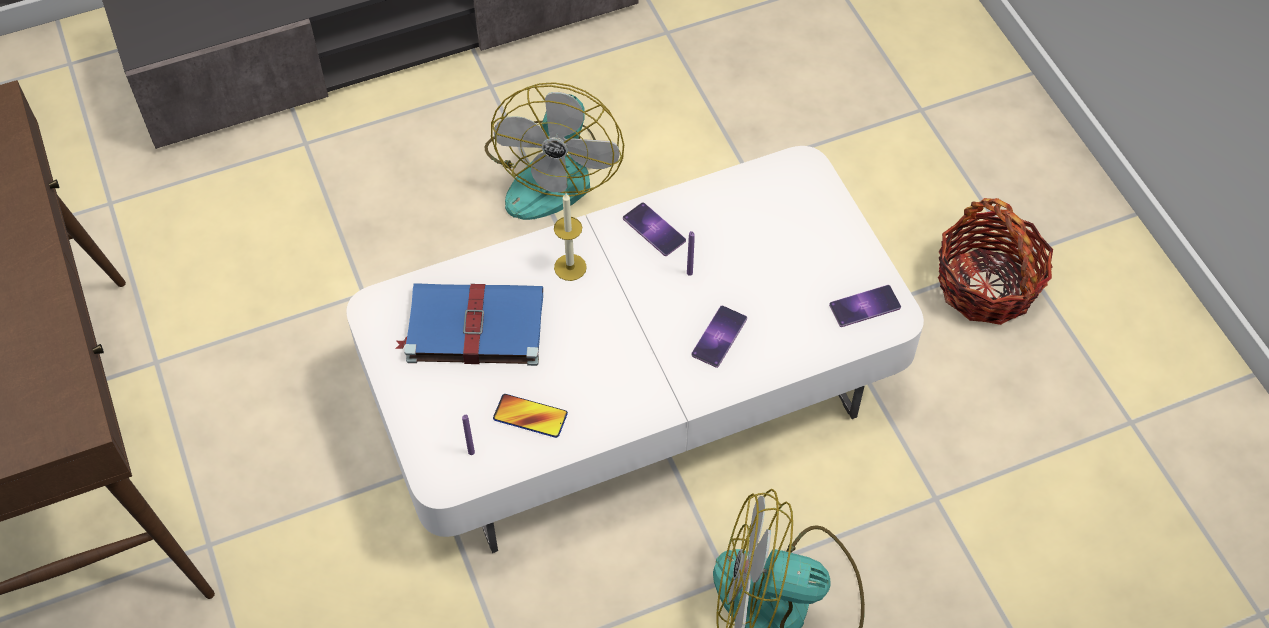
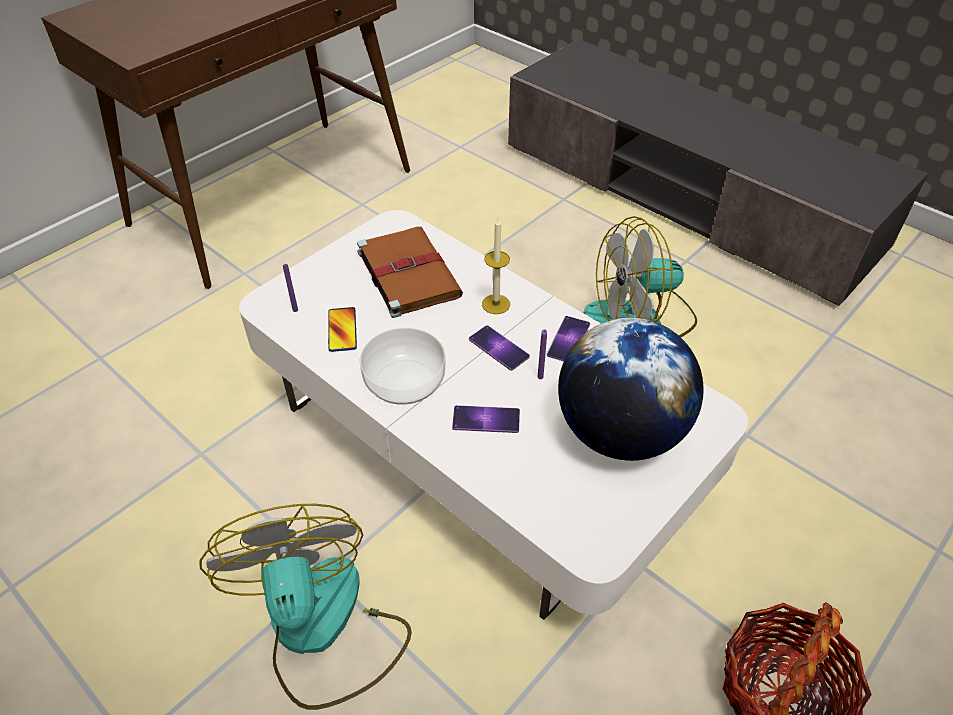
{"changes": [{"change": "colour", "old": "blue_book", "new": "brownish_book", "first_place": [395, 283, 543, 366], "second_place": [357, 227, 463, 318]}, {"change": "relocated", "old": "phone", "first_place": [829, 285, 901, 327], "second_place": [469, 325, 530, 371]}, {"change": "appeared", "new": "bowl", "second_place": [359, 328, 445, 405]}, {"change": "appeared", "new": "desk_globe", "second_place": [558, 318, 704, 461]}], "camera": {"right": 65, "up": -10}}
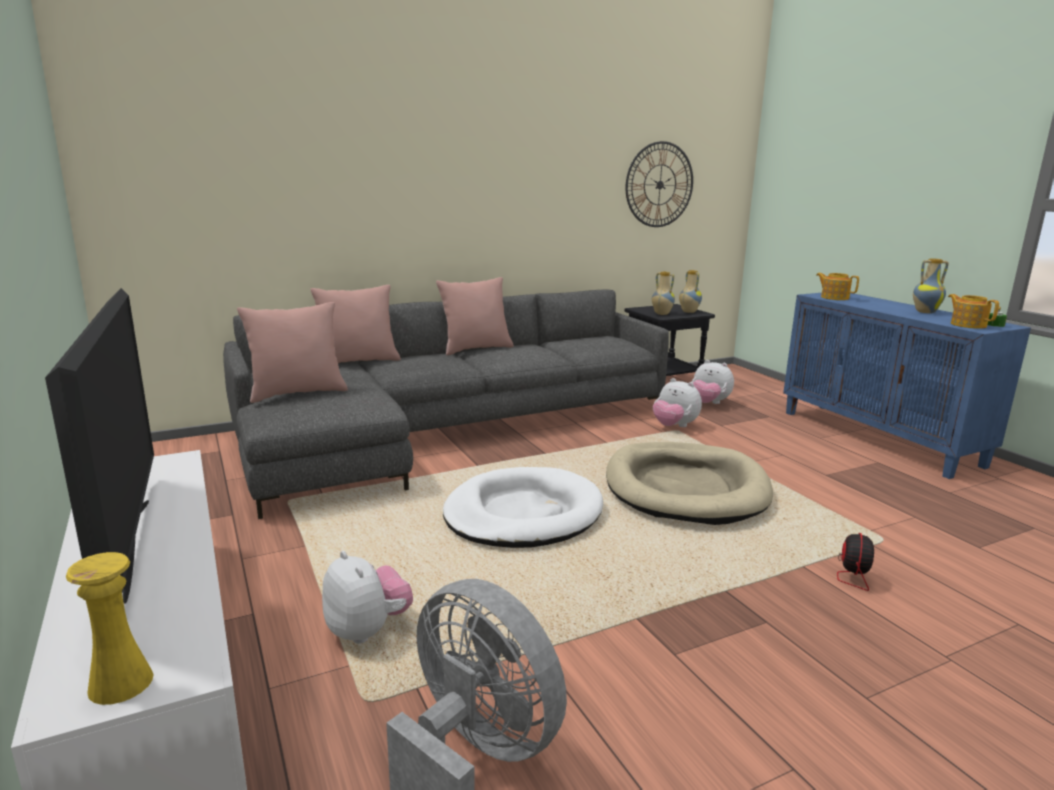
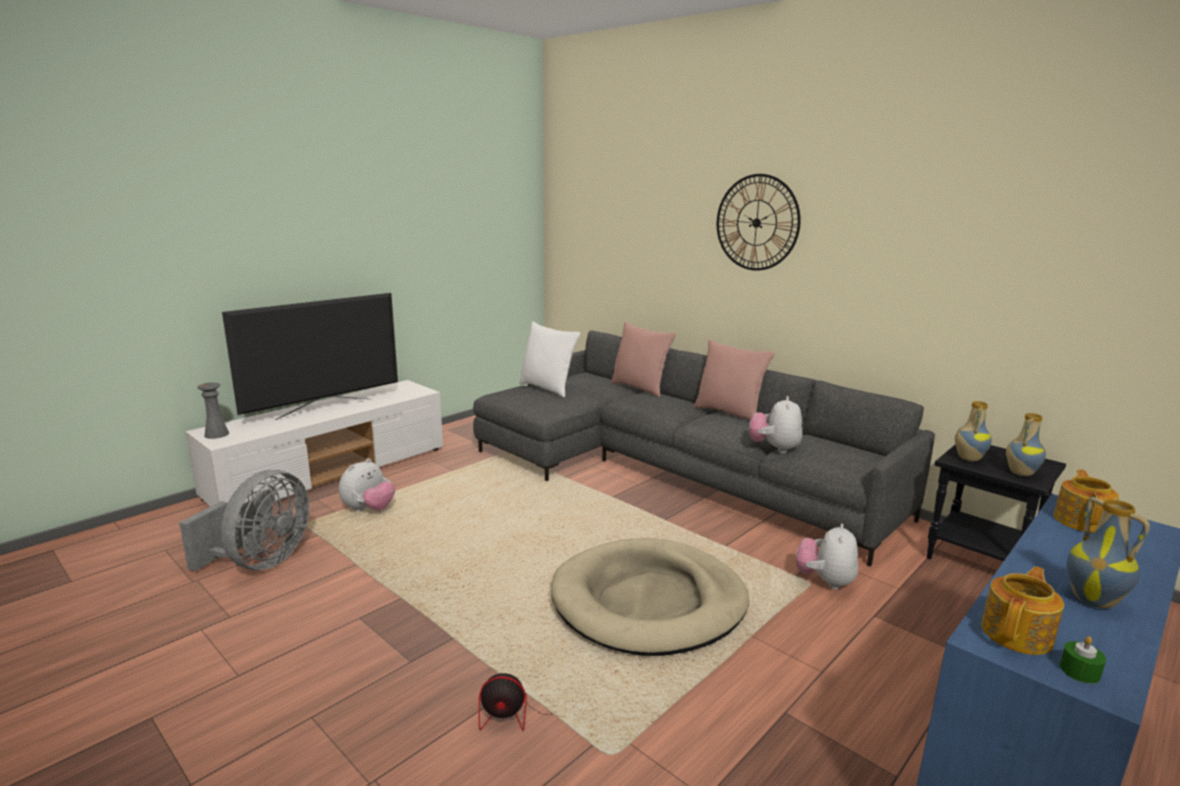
{"changes": [{"change": "colour", "old": "yellow_vase", "new": "grey_vase", "first_place": [66, 552, 153, 705], "second_place": [197, 382, 229, 439]}, {"change": "colour", "old": "pinkish_pillow", "new": "white_pillow", "first_place": [237, 302, 348, 403], "second_place": [519, 321, 581, 398]}, {"change": "missing", "old": "white_pet_bed", "first_place": [443, 467, 603, 548]}, {"change": "relocated", "old": "wall_clock", "first_place": [626, 141, 693, 227], "second_place": [717, 174, 801, 271]}, {"change": "relocated", "old": "soft_toy", "first_place": [692, 360, 734, 404], "second_place": [749, 396, 802, 453]}], "camera": {"right": 70, "up": 0}}
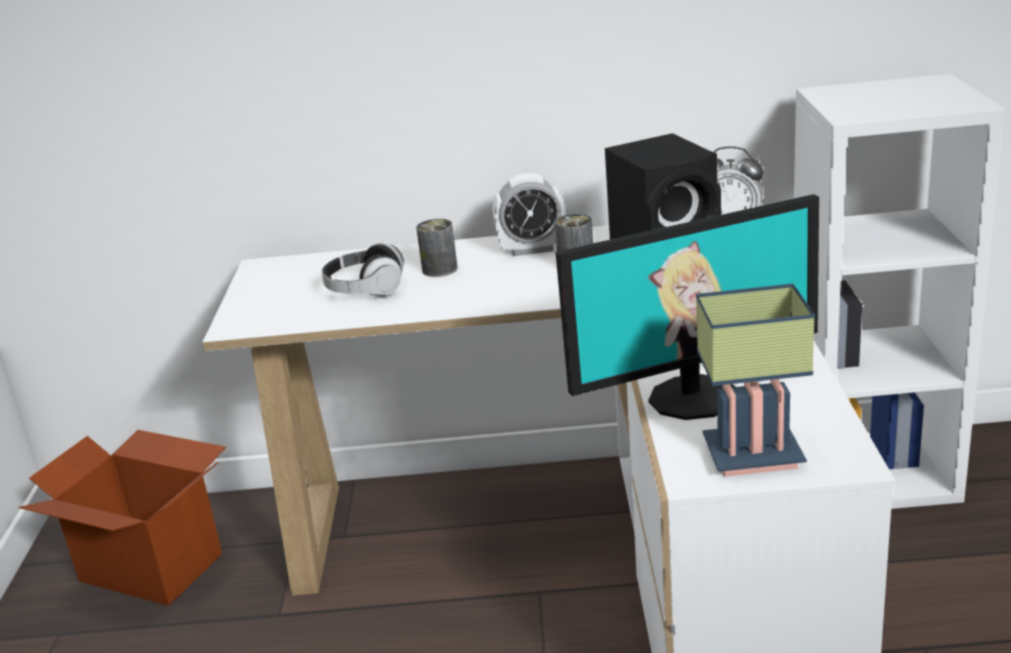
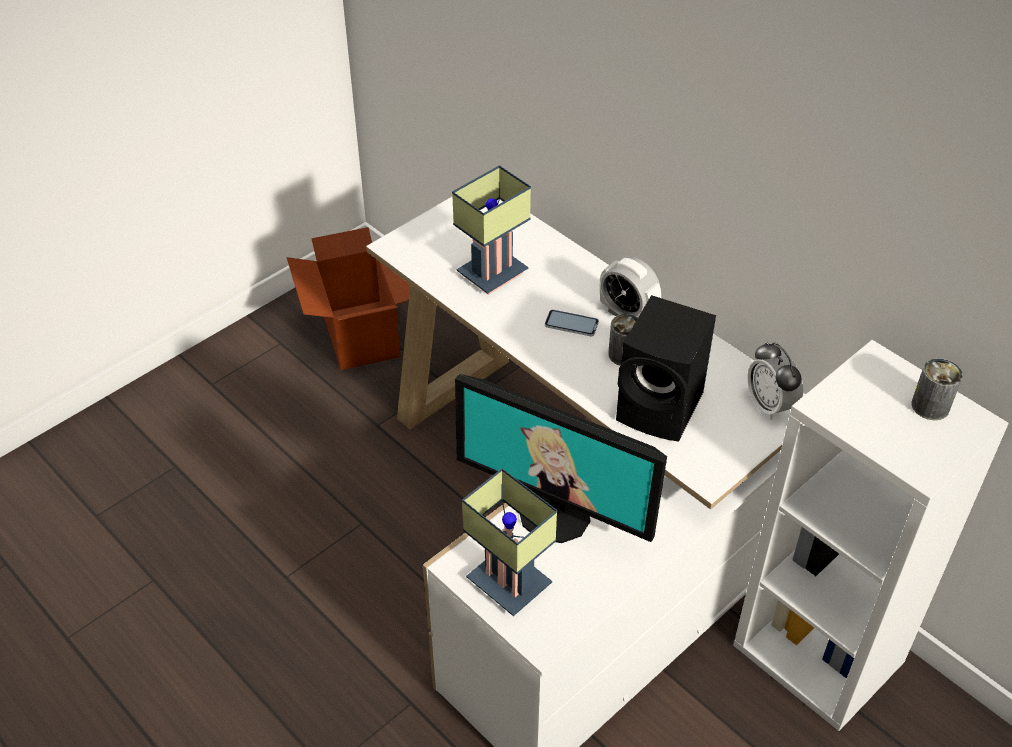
{"changes": [{"change": "exchanged", "old": "pair_of_headphones", "new": "table_lamp", "first_place": [321, 243, 405, 297], "second_place": [452, 165, 531, 295]}, {"change": "relocated", "old": "can", "first_place": [416, 219, 458, 277], "second_place": [911, 358, 963, 420]}, {"change": "appeared", "new": "phone", "second_place": [545, 310, 599, 336]}], "camera": {"right": 45, "up": 20}}
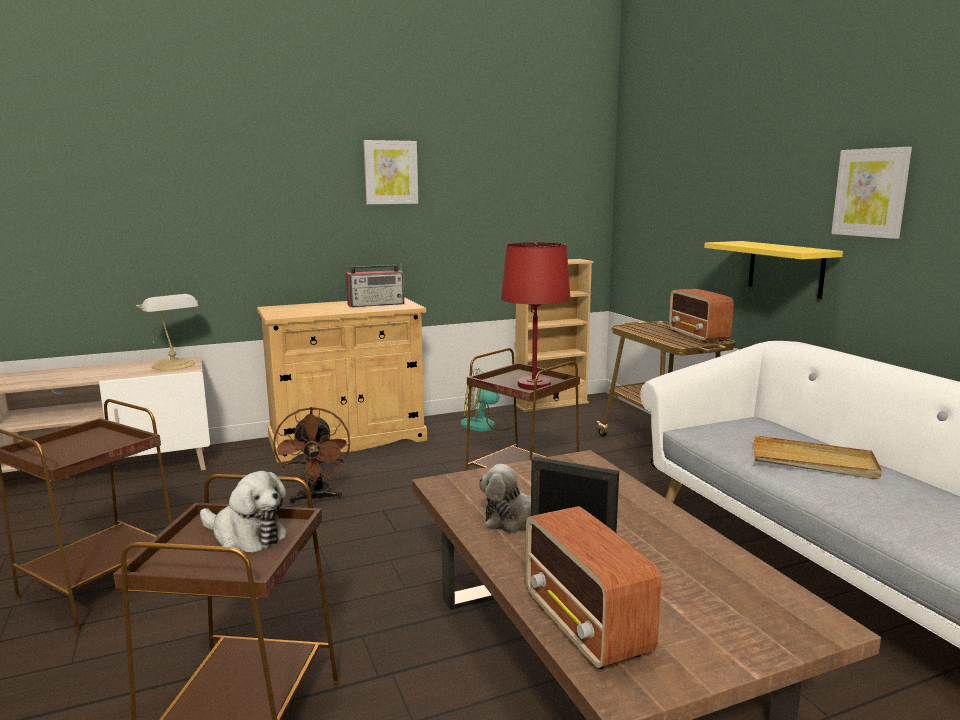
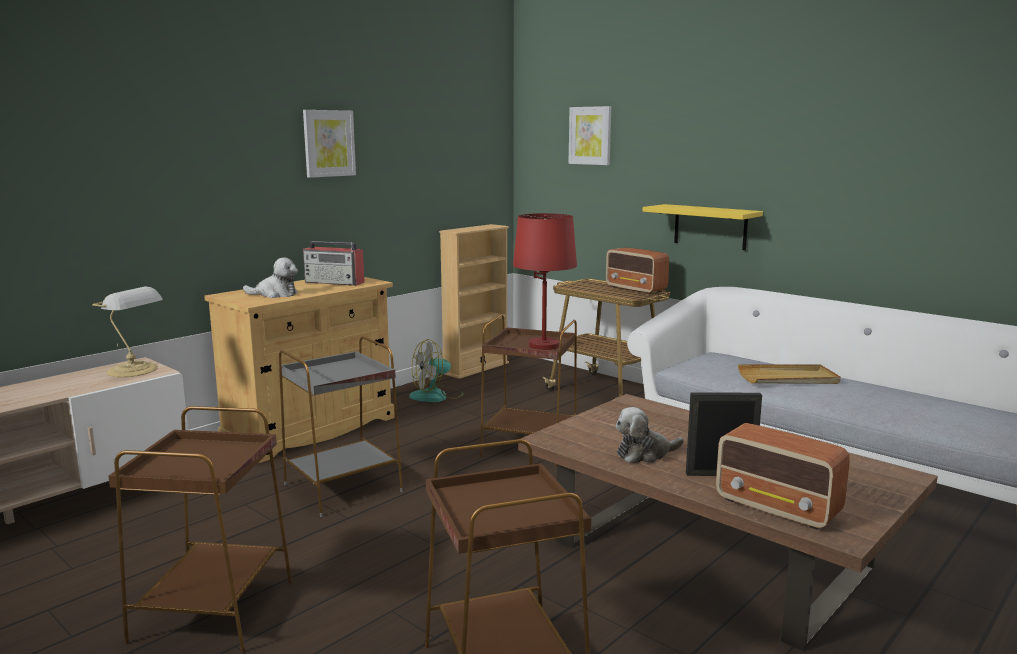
{"changes": [{"change": "relocated", "old": "soft_toy", "first_place": [200, 471, 288, 553], "second_place": [243, 257, 298, 298]}, {"change": "exchanged", "old": "brownish_fan", "new": "grey_side_table", "first_place": [273, 407, 350, 504], "second_place": [279, 336, 403, 517]}, {"change": "spun", "old": "radio_receiver", "first_place": [346, 263, 404, 307], "second_place": [303, 241, 365, 286], "degrees": 60}, {"change": "relocated", "old": "wall_picture", "first_place": [831, 147, 912, 239], "second_place": [569, 106, 611, 165]}], "camera": {"right": -25, "up": 0}}
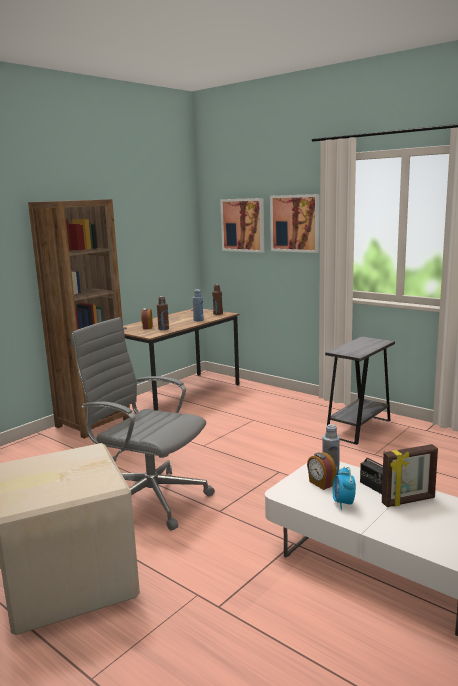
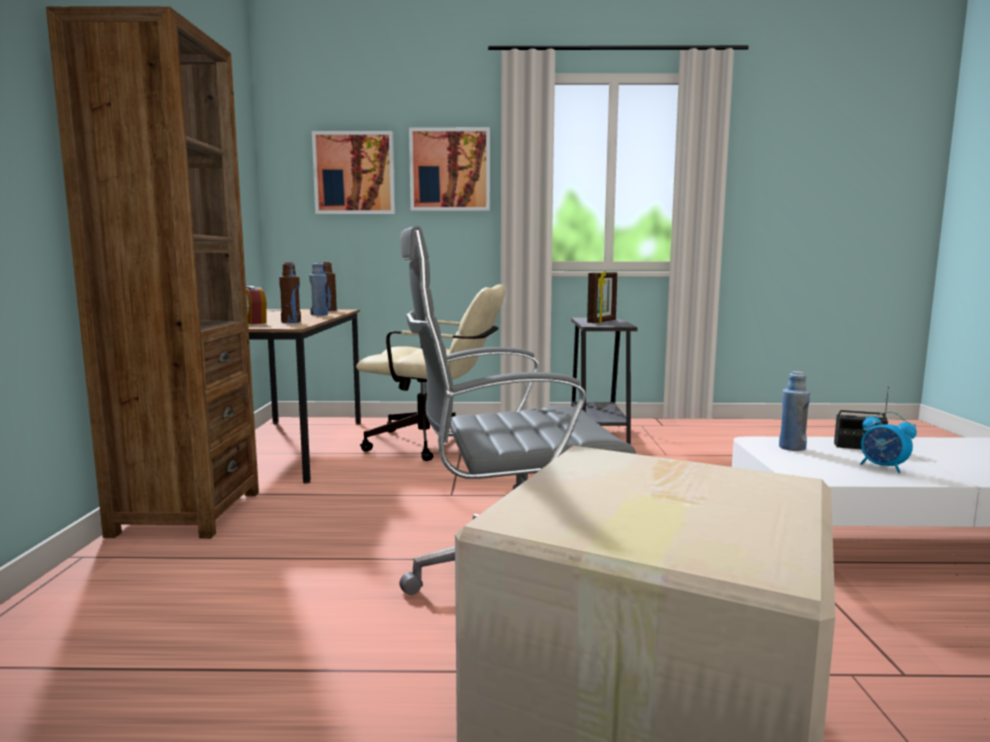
{"changes": [{"change": "missing", "old": "alarm_clock", "first_place": [307, 452, 336, 490]}, {"change": "relocated", "old": "photo_frame", "first_place": [382, 444, 438, 507], "second_place": [587, 271, 617, 323]}, {"change": "appeared", "new": "beige_office_chair", "second_place": [356, 284, 505, 461]}], "camera": {"right": -40, "up": -5}}
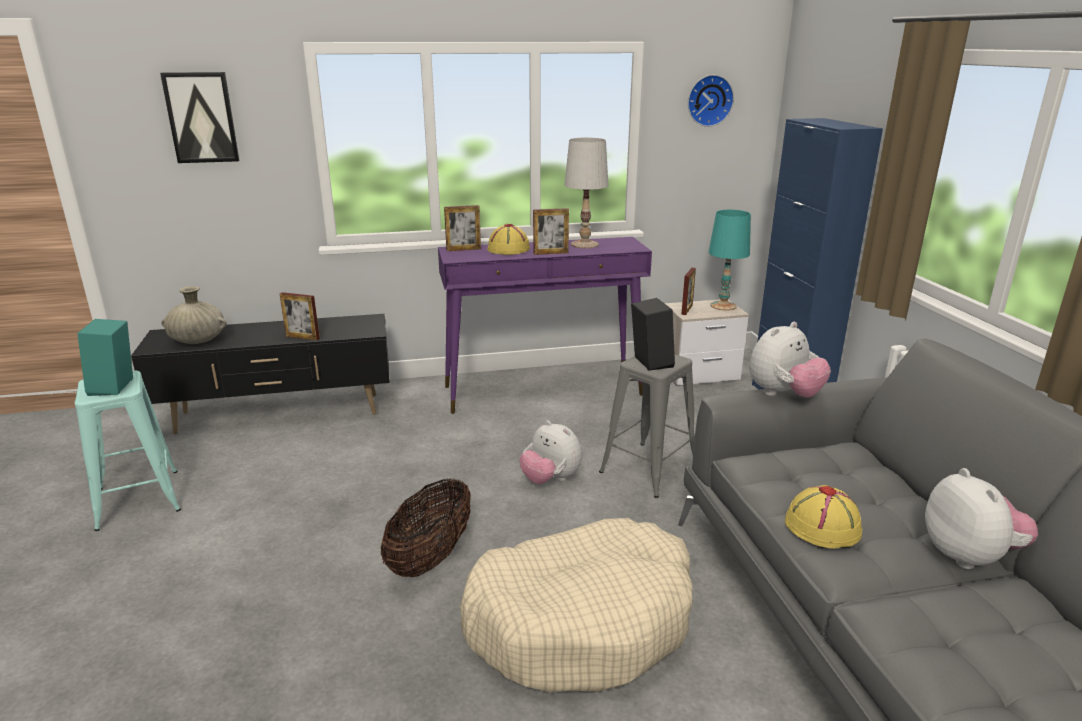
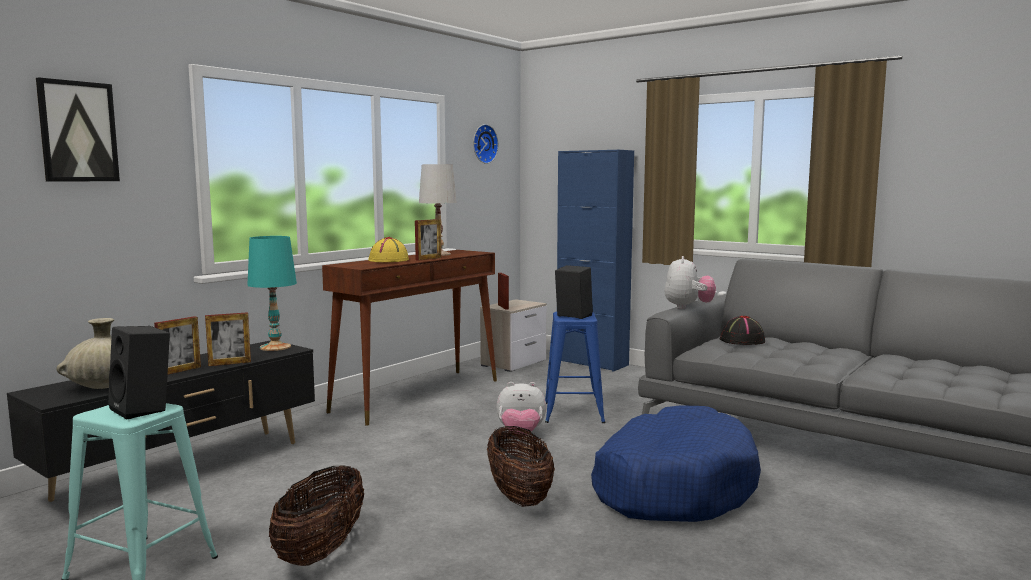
{"changes": [{"change": "colour", "old": "blue-green_speaker", "new": "blackish_speaker", "first_place": [77, 319, 133, 396], "second_place": [108, 326, 170, 419]}, {"change": "colour", "old": "purple_hall_table", "new": "brownish_hall_table", "first_place": [438, 237, 652, 414], "second_place": [322, 250, 497, 426]}, {"change": "relocated", "old": "photo_frame", "first_place": [444, 205, 481, 251], "second_place": [154, 316, 201, 374]}, {"change": "colour", "old": "beige_pet_bed", "new": "blue_pet_bed", "first_place": [460, 518, 693, 692], "second_place": [591, 405, 761, 522]}, {"change": "colour", "old": "grey_stool_seat", "new": "blue_stool_seat", "first_place": [599, 355, 695, 498], "second_place": [545, 312, 606, 423]}, {"change": "relocated", "old": "blue-green_table_lamp", "first_place": [709, 210, 751, 310], "second_place": [247, 236, 297, 351]}, {"change": "missing", "old": "yellow_hat", "first_place": [785, 485, 862, 548]}, {"change": "missing", "old": "soft_toy", "first_place": [925, 468, 1038, 569]}, {"change": "appeared", "new": "storage_basket", "second_place": [269, 465, 364, 566]}, {"change": "appeared", "new": "blackish_hat", "second_place": [720, 316, 765, 345]}], "camera": {"right": -40, "up": -15}}
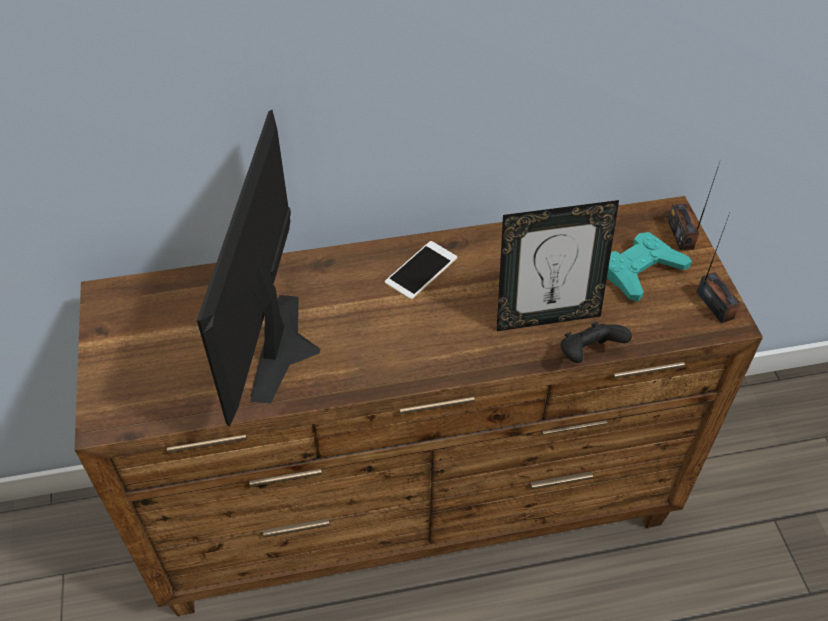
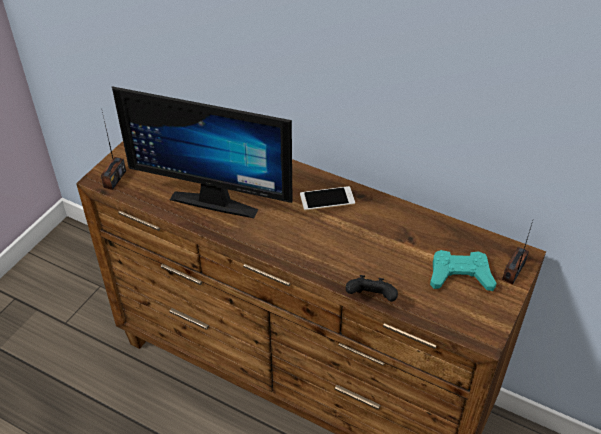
{"changes": [{"change": "spun", "old": "computer_display", "first_place": [197, 110, 320, 427], "second_place": [112, 86, 293, 218], "degrees": -120}, {"change": "missing", "old": "photo_frame", "first_place": [497, 200, 619, 331]}, {"change": "relocated", "old": "radio_receiver", "first_place": [697, 213, 740, 323], "second_place": [101, 112, 126, 190]}], "camera": {"right": 40, "up": -5}}
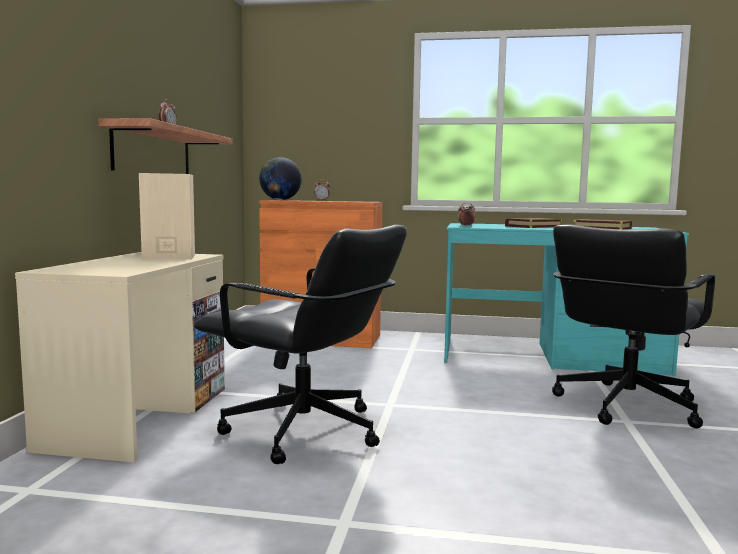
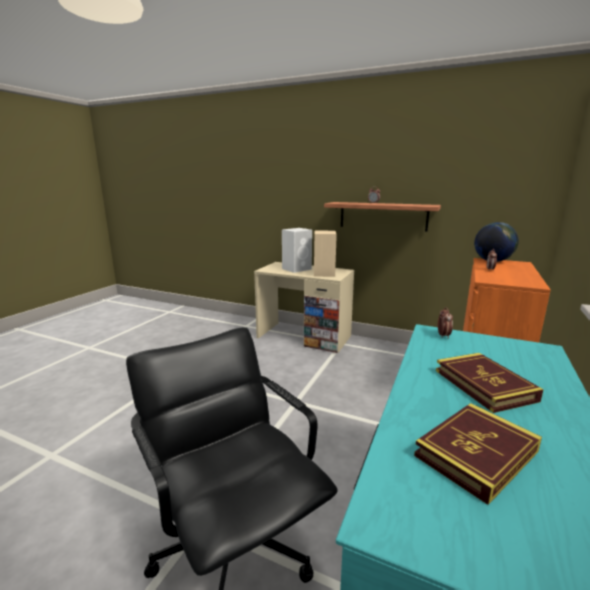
{"changes": [{"change": "missing", "old": "blackish_office_chair", "first_place": [194, 225, 407, 464]}, {"change": "appeared", "new": "white_speaker", "second_place": [282, 228, 312, 273]}], "camera": {"right": 105, "up": 10}}
